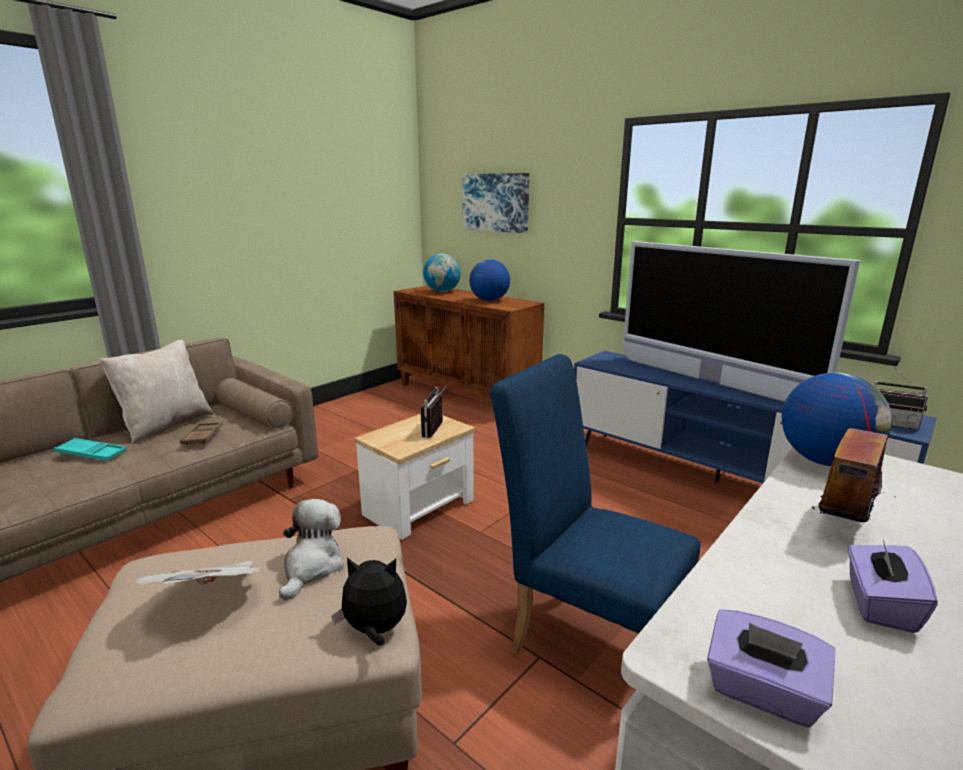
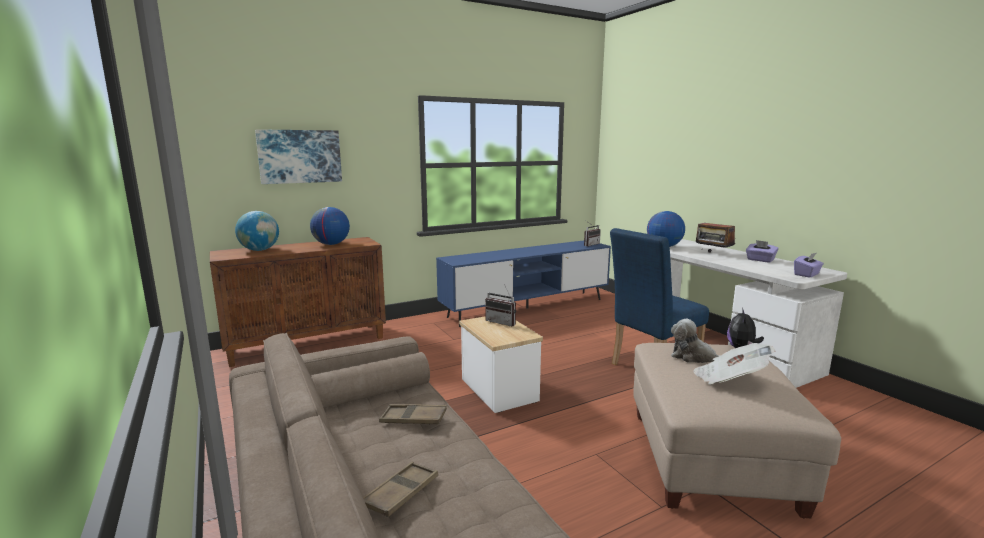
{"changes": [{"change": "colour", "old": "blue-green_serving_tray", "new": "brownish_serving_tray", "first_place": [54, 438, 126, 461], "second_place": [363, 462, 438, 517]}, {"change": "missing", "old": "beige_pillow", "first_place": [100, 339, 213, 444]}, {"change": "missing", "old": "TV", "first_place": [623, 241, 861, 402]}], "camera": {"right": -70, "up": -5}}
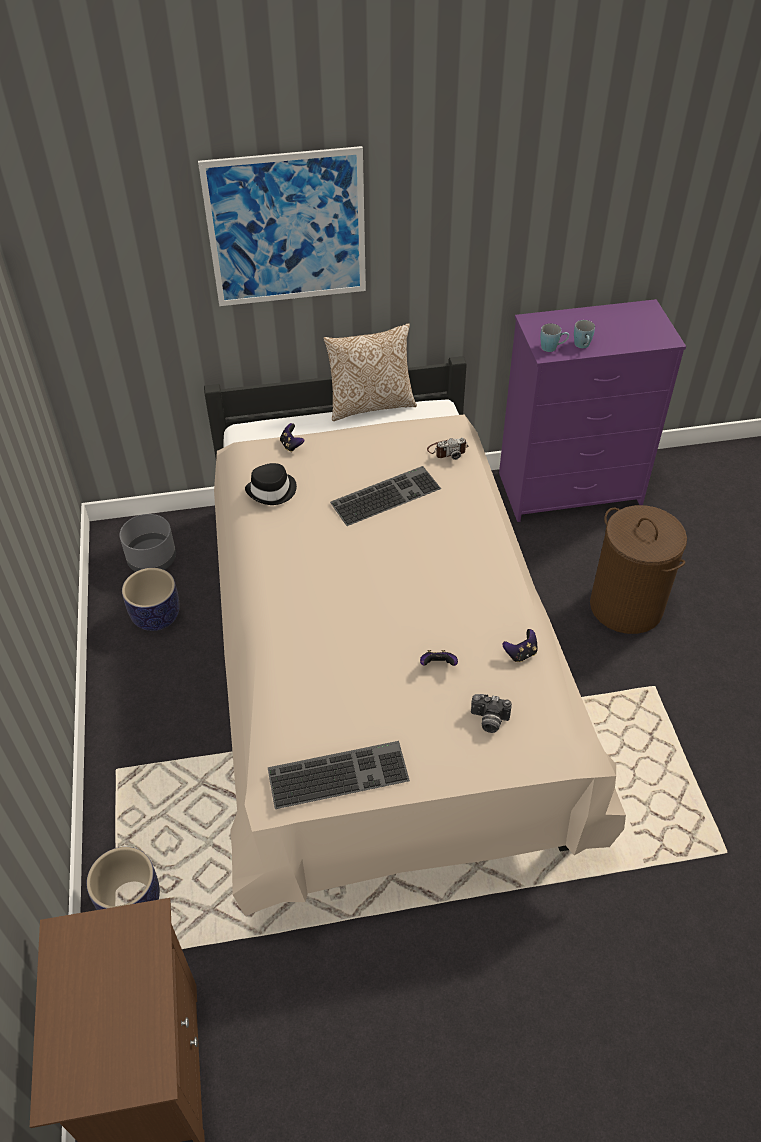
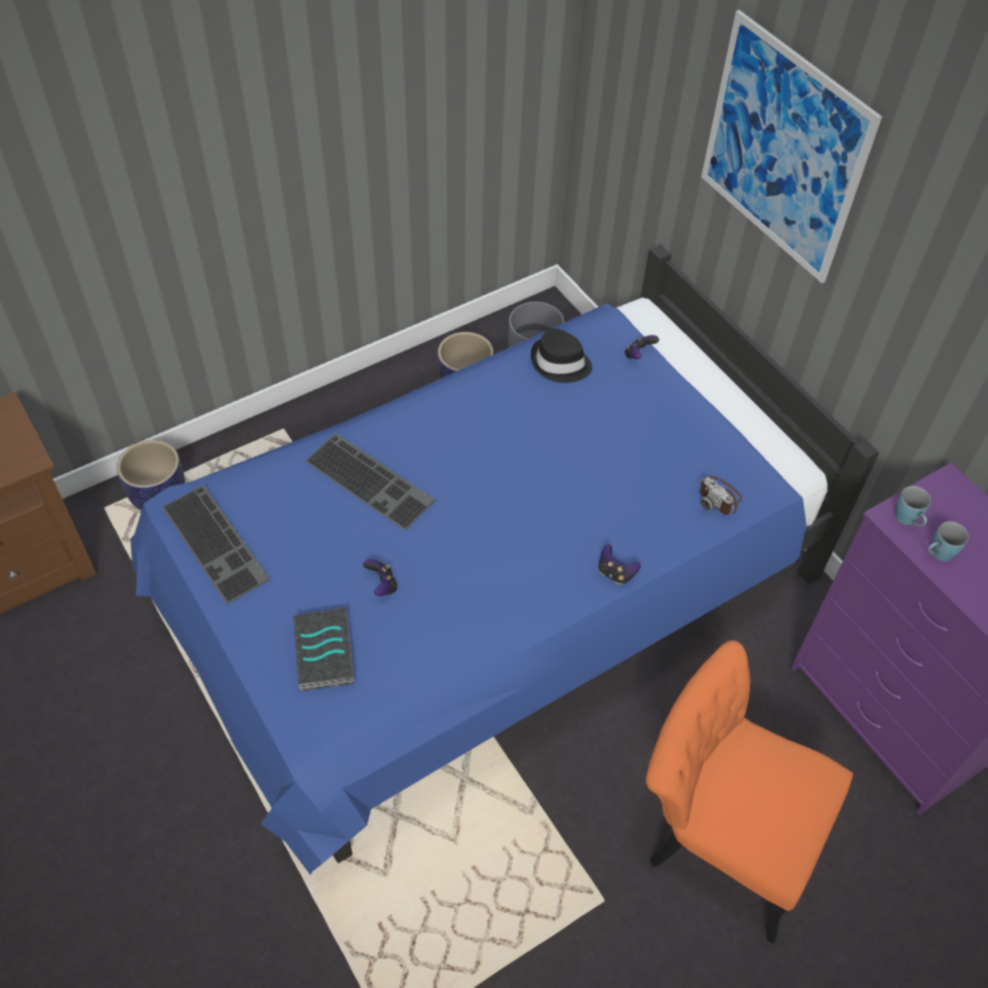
{"changes": [{"change": "colour", "old": "beige_bedroom_bed", "new": "blue_bedroom_bed", "first_place": [204, 356, 626, 916], "second_place": [131, 244, 879, 875]}, {"change": "missing", "old": "pillow", "first_place": [323, 323, 417, 421]}, {"change": "relocated", "old": "computer_keyboard", "first_place": [330, 466, 441, 526], "second_place": [305, 433, 435, 530]}, {"change": "exchanged", "old": "photo_camera", "new": "book", "first_place": [471, 694, 512, 733], "second_place": [293, 608, 355, 691]}, {"change": "relocated", "old": "gamepad", "first_place": [502, 629, 538, 662], "second_place": [599, 544, 641, 584]}, {"change": "exchanged", "old": "brownish_laundry_basket", "new": "orangey_upright_chair", "first_place": [590, 505, 687, 634], "second_place": [646, 640, 853, 944]}], "camera": {"right": 65, "up": 5}}
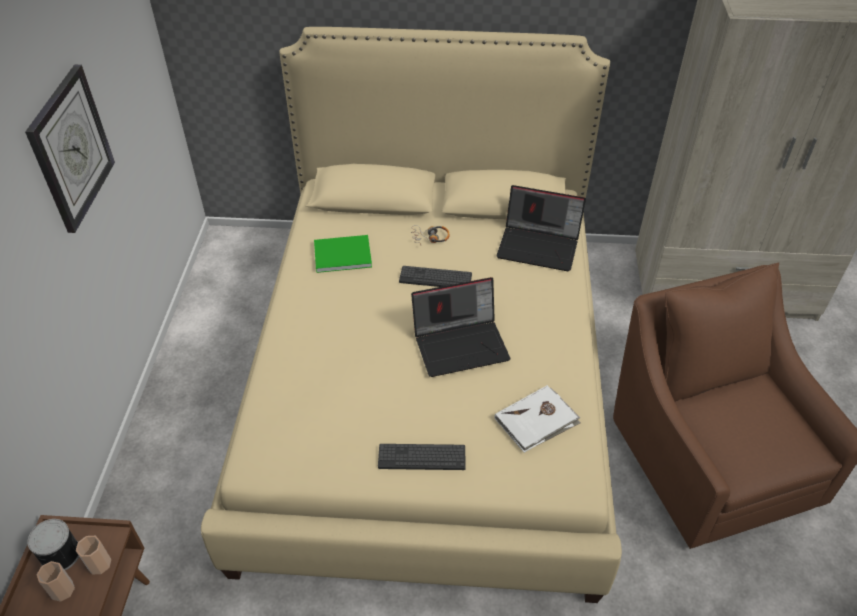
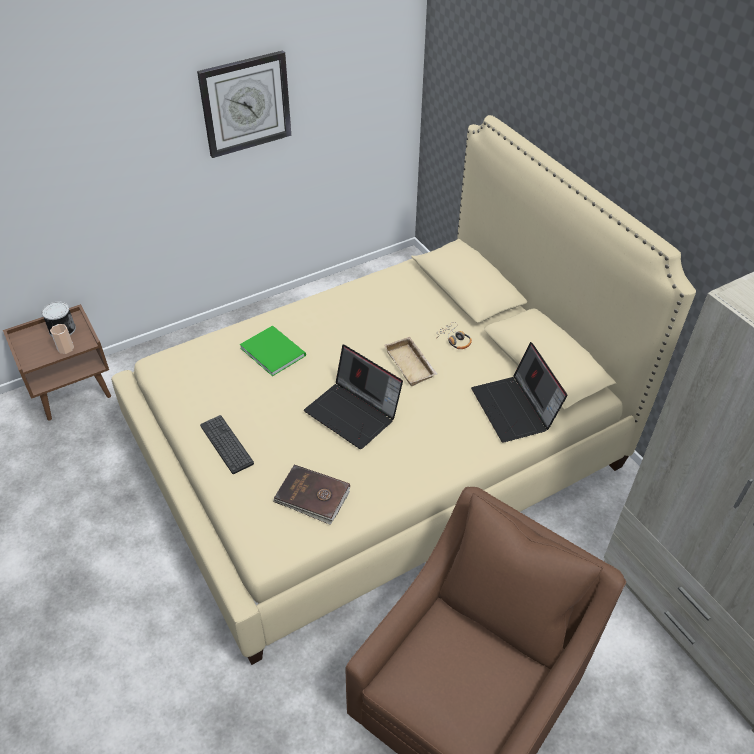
{"changes": [{"change": "missing", "old": "cup", "first_place": [37, 561, 75, 602]}, {"change": "relocated", "old": "green-coloured_book", "first_place": [314, 235, 372, 273], "second_place": [240, 326, 306, 376]}, {"change": "exchanged", "old": "computer_keyboard", "new": "beige_serving_tray", "first_place": [399, 266, 472, 287], "second_place": [384, 337, 437, 386]}, {"change": "colour", "old": "white_book", "new": "brownish_book", "first_place": [495, 385, 580, 453], "second_place": [273, 465, 350, 525]}], "camera": {"right": 55, "up": 0}}
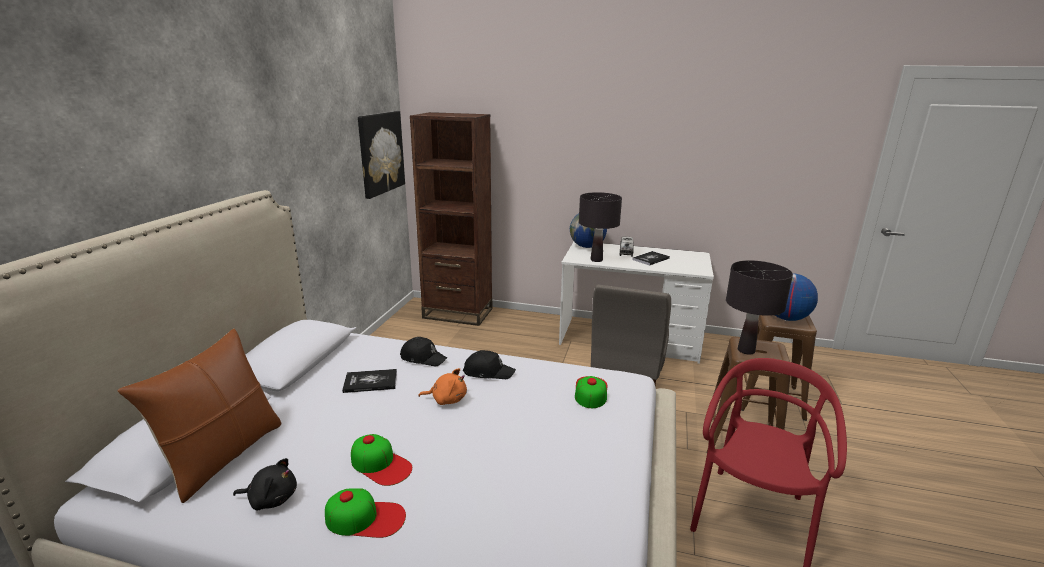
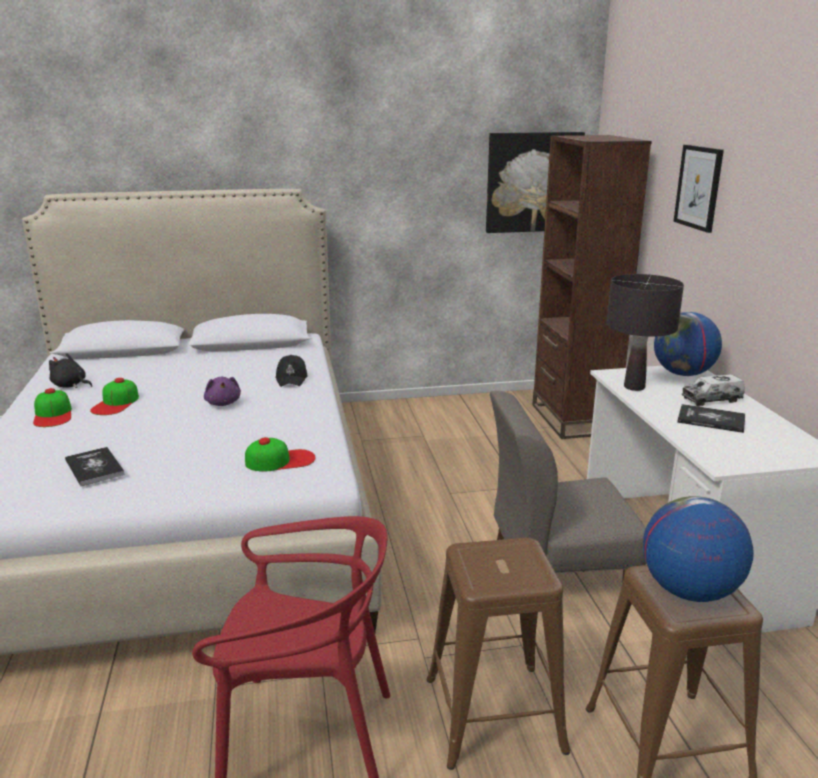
{"changes": [{"change": "missing", "old": "brownish_pillow", "first_place": [117, 329, 281, 503]}, {"change": "spun", "old": "blackish_soft_toy", "first_place": [233, 458, 297, 511], "second_place": [49, 353, 92, 388], "degrees": 135}, {"change": "relocated", "old": "book", "first_place": [342, 369, 397, 393], "second_place": [65, 447, 125, 486]}, {"change": "colour", "old": "orangey_soft_toy", "new": "purple_soft_toy", "first_place": [418, 368, 467, 405], "second_place": [204, 377, 241, 406]}, {"change": "missing", "old": "blackish_peaked_cap", "first_place": [463, 350, 516, 379]}, {"change": "missing", "old": "blackish_table_lamp", "first_place": [726, 260, 793, 355]}, {"change": "appeared", "new": "wall_picture", "second_place": [673, 145, 724, 233]}], "camera": {"right": 65, "up": 0}}
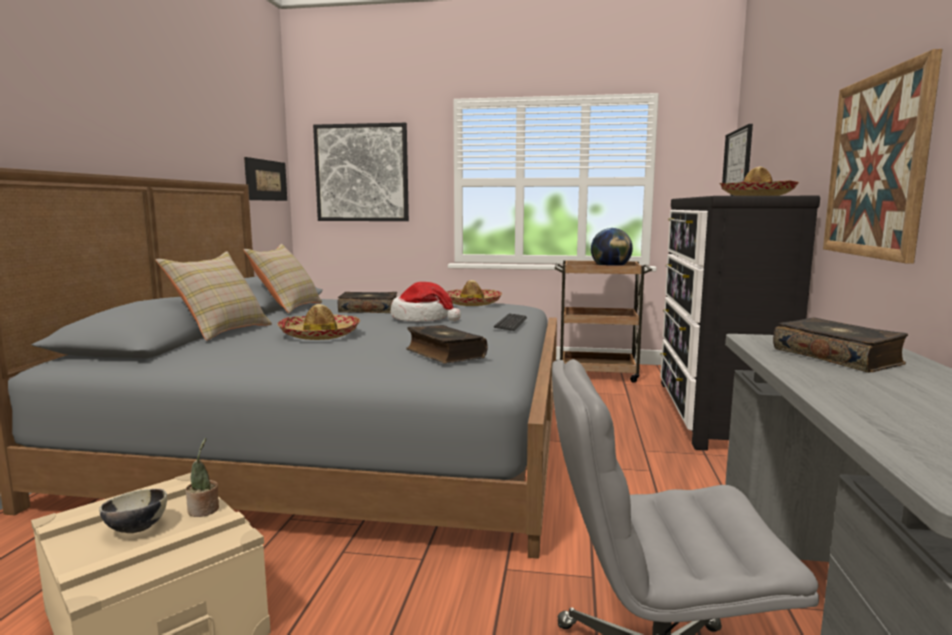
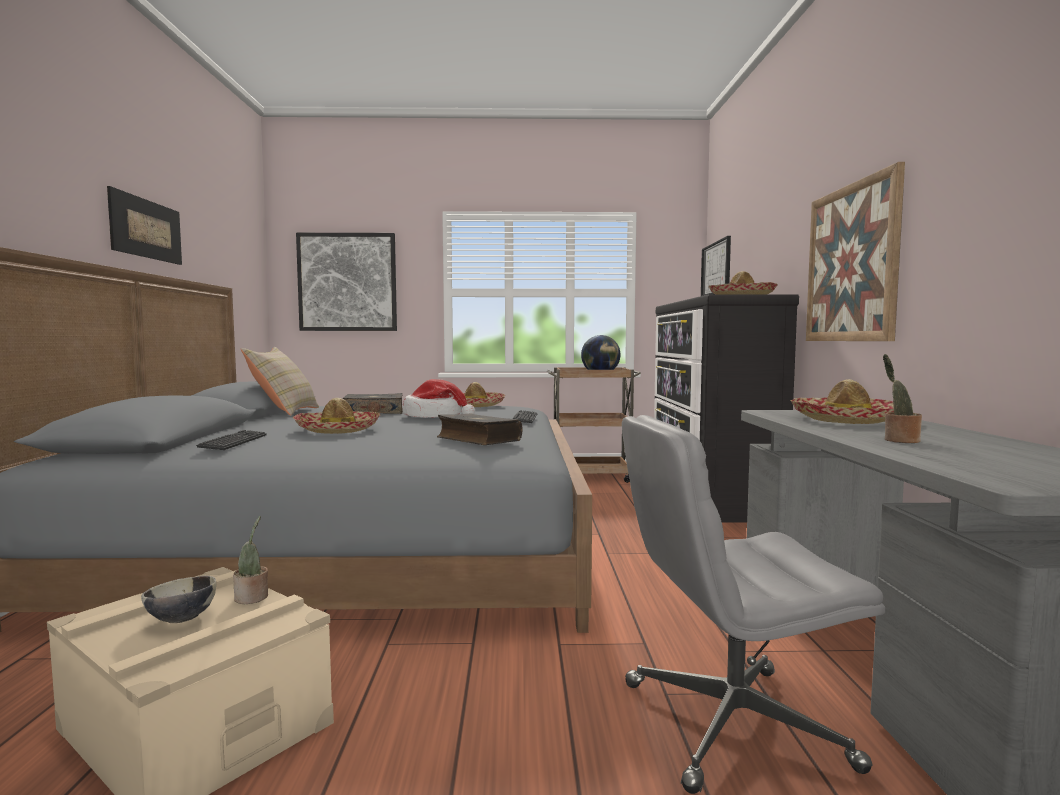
{"changes": [{"change": "missing", "old": "beige_pillow", "first_place": [156, 252, 272, 341]}, {"change": "relocated", "old": "wall_picture", "first_place": [244, 157, 287, 201], "second_place": [107, 186, 182, 265]}, {"change": "exchanged", "old": "book", "new": "hat", "first_place": [773, 317, 908, 373], "second_place": [790, 379, 894, 424]}, {"change": "appeared", "new": "computer_keyboard", "second_place": [196, 430, 267, 450]}, {"change": "appeared", "new": "potted_plant", "second_place": [883, 354, 922, 443]}], "camera": {"right": -10, "up": -5}}
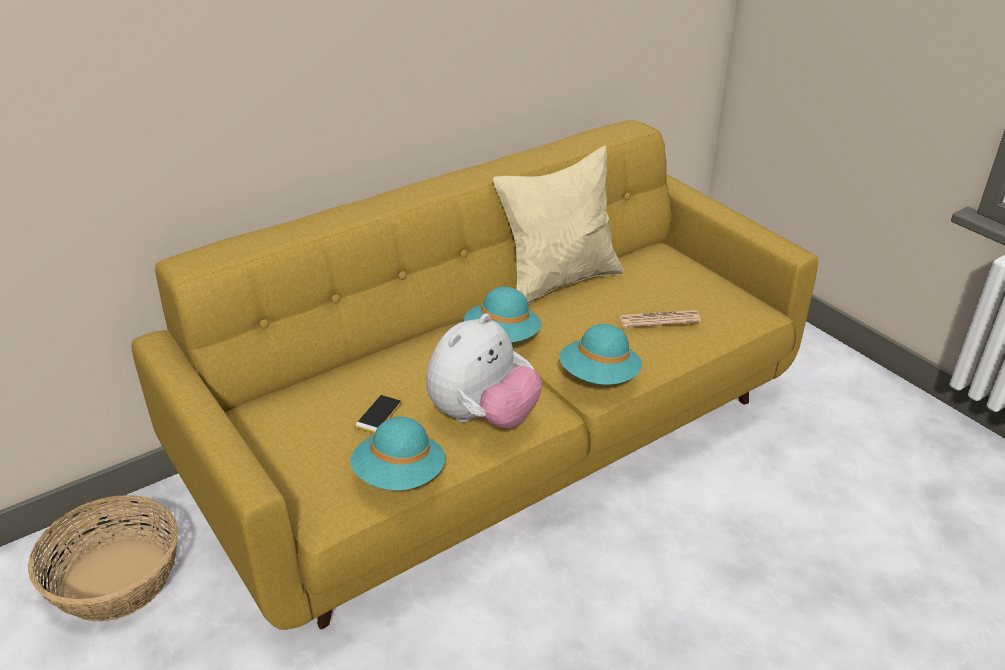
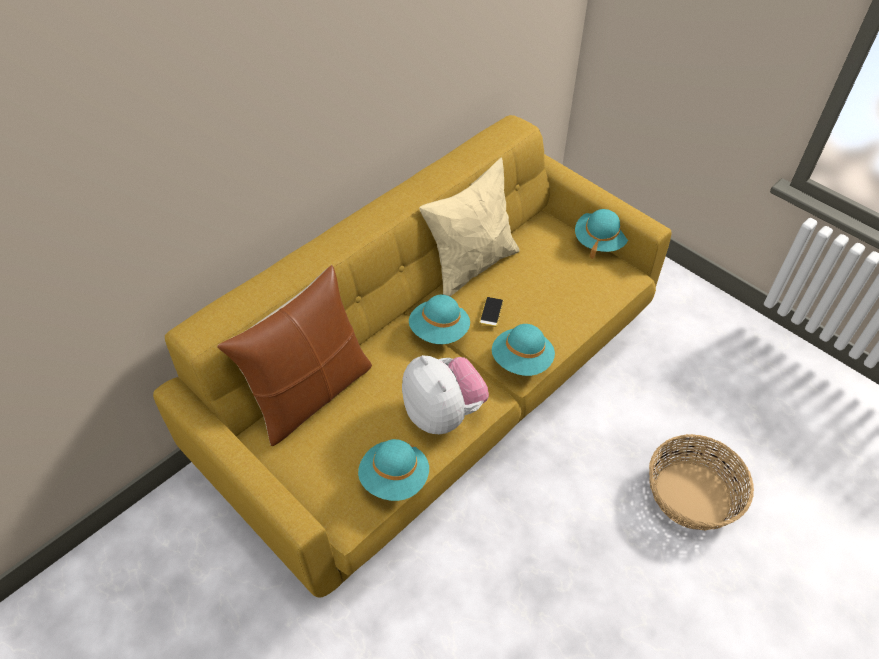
{"changes": [{"change": "relocated", "old": "storage_basket", "first_place": [28, 495, 178, 621], "second_place": [649, 434, 754, 531]}, {"change": "relocated", "old": "phone", "first_place": [355, 395, 402, 433], "second_place": [479, 297, 504, 327]}, {"change": "spun", "old": "soft_toy", "first_place": [426, 313, 542, 429], "second_place": [402, 355, 489, 434], "degrees": -60}, {"change": "missing", "old": "printed_paper", "first_place": [619, 310, 701, 328]}, {"change": "appeared", "new": "brownish_pillow", "second_place": [217, 265, 372, 446]}, {"change": "appeared", "new": "blue-green_hat", "second_place": [575, 209, 628, 259]}], "camera": {"right": -10, "up": 15}}
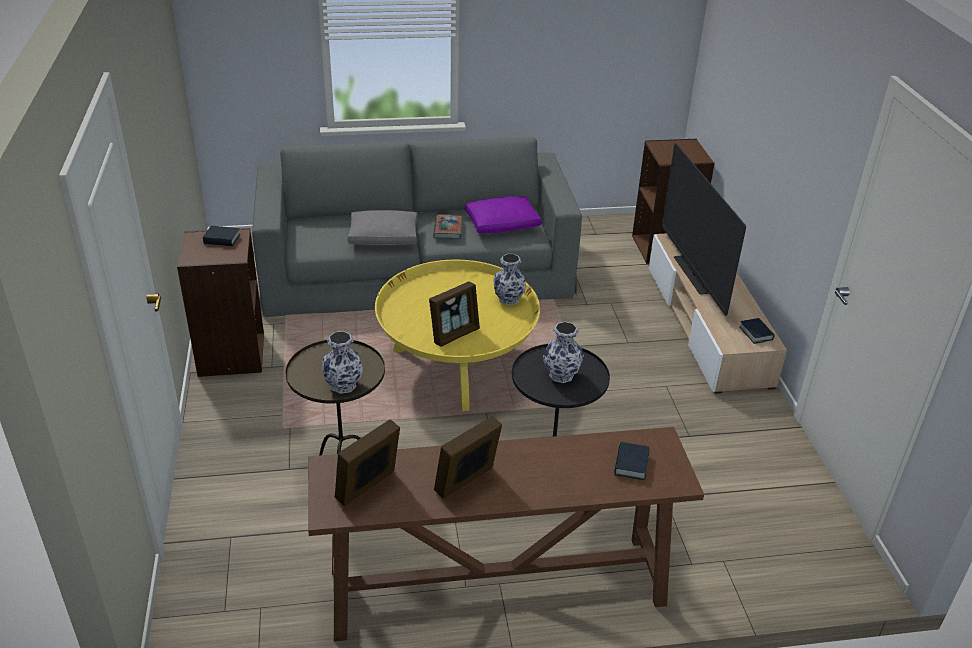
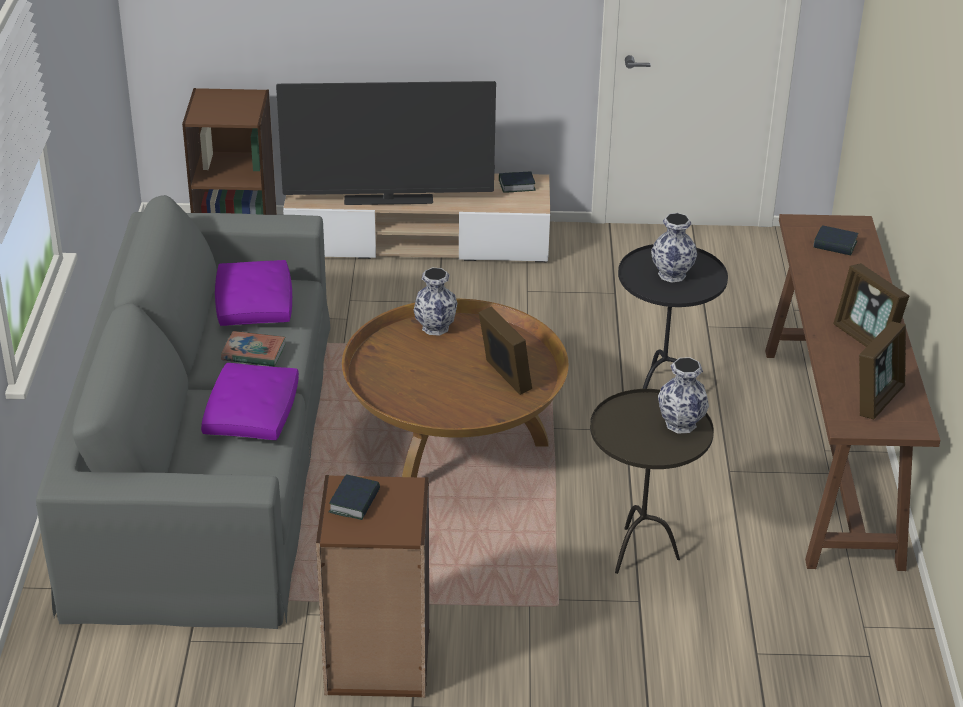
{"changes": [{"change": "spun", "old": "photo_frame", "first_place": [335, 419, 400, 506], "second_place": [859, 321, 906, 419], "degrees": -105}, {"change": "colour", "old": "grey_pillow", "new": "purple_pillow", "first_place": [348, 210, 418, 246], "second_place": [201, 363, 299, 440]}, {"change": "colour", "old": "yellow_low_table", "new": "brownish_low_table", "first_place": [375, 260, 540, 411], "second_place": [342, 298, 569, 477]}], "camera": {"right": -80, "up": 0}}
